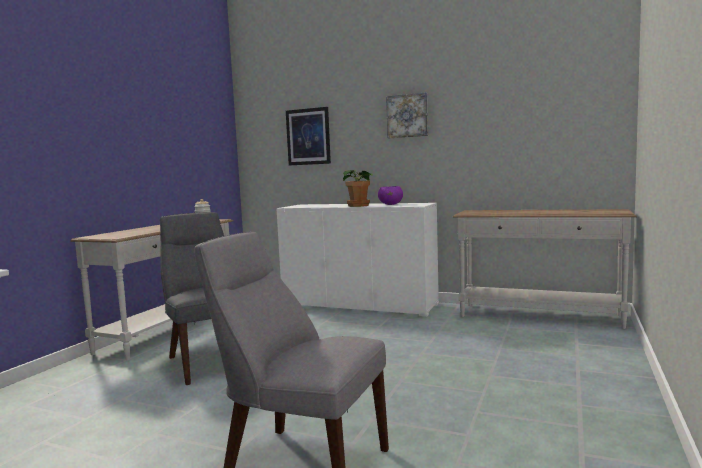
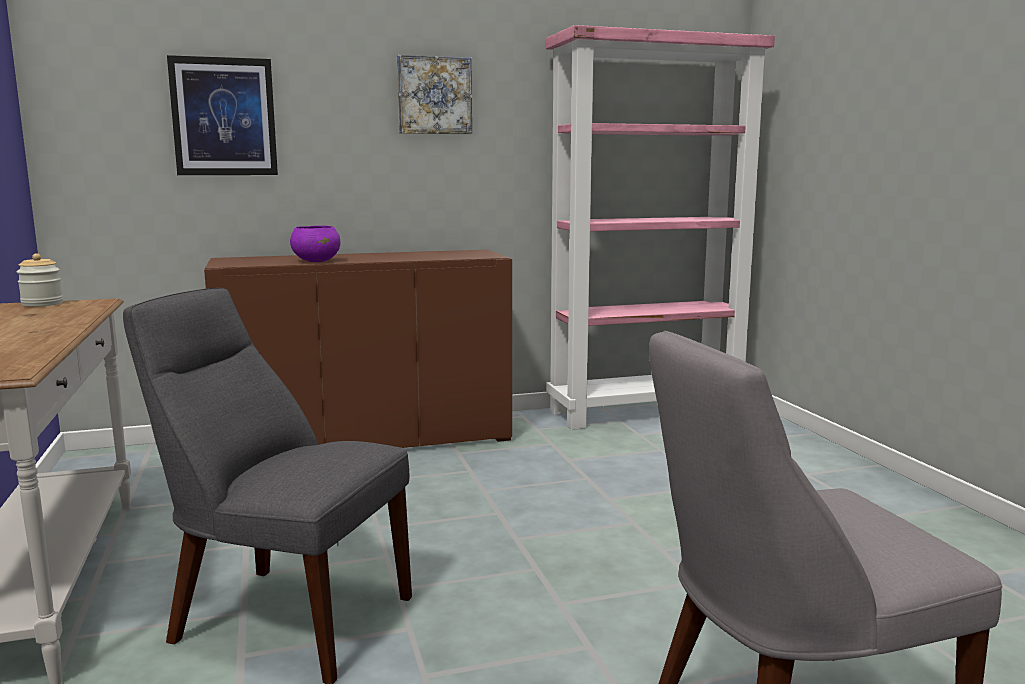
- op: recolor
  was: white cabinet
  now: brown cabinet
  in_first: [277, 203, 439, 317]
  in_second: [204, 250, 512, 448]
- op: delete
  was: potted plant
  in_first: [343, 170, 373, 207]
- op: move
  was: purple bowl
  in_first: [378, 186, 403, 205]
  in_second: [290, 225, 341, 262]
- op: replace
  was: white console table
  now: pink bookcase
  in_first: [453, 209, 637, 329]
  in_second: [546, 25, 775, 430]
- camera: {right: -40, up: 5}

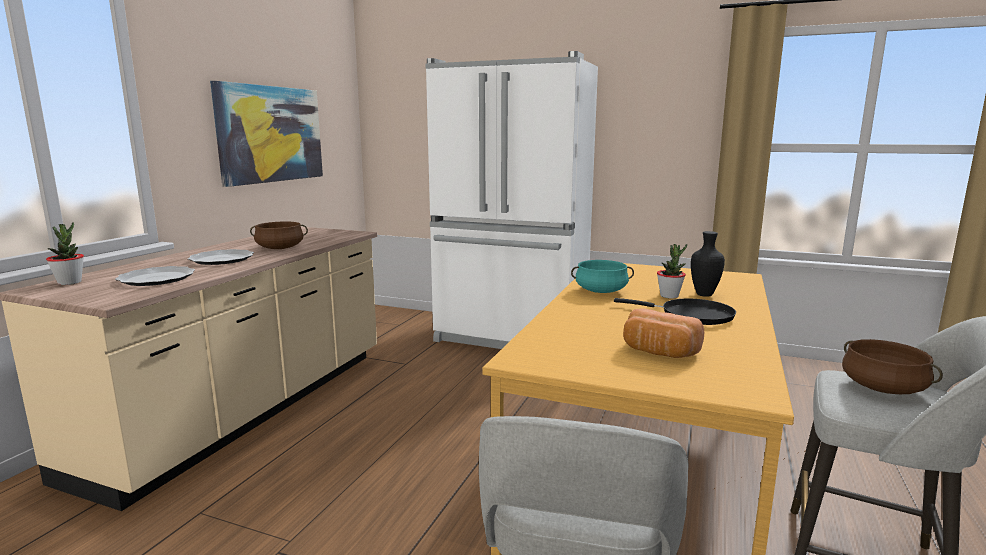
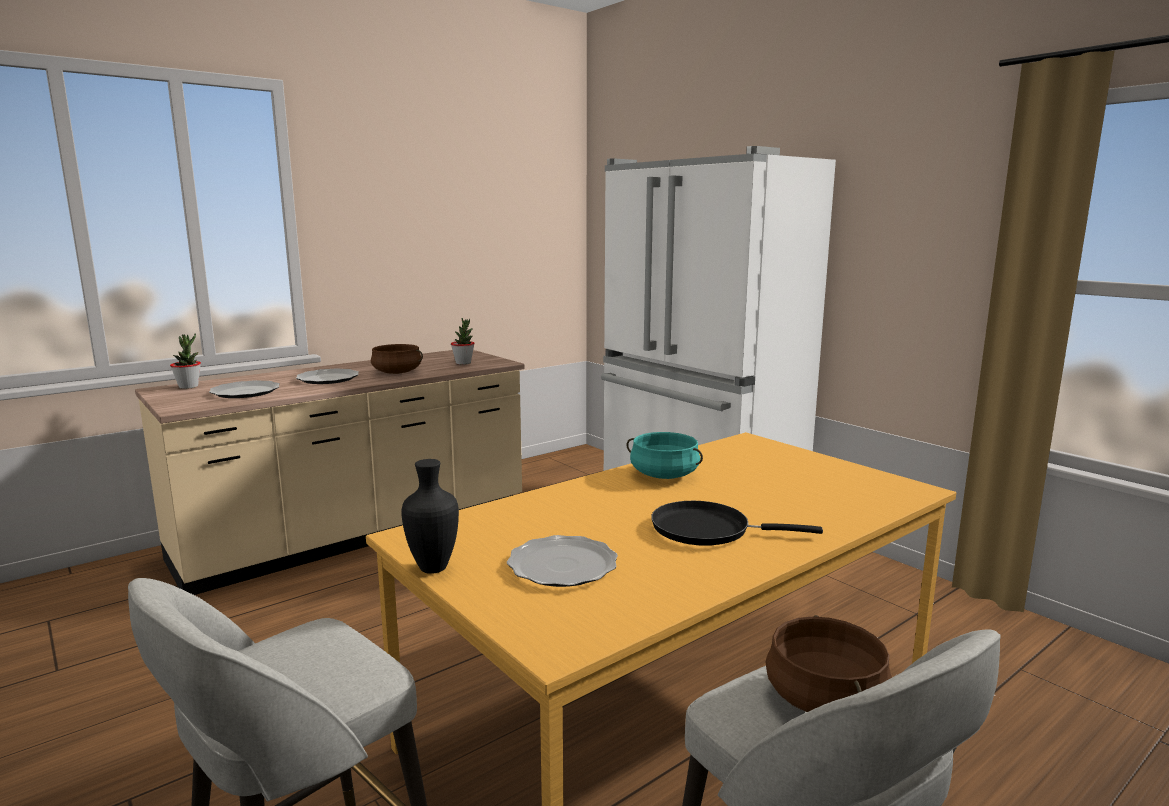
- op: delete
  was: picture
  in_first: [210, 81, 323, 187]
- op: rotate
  was: black frying pan
  in_first: [614, 298, 736, 325]
  in_second: [651, 501, 823, 546]
  clockwise: 135
- op: replace
  was: bread
  now: plate
  in_first: [623, 308, 704, 358]
  in_second: [507, 535, 618, 587]
- op: move
  was: potted plant
  in_first: [657, 244, 687, 299]
  in_second: [451, 318, 475, 365]
- op: move
  was: black vase
  in_first: [691, 231, 725, 297]
  in_second: [402, 459, 459, 574]
- camera: {right: 30, up: 0}

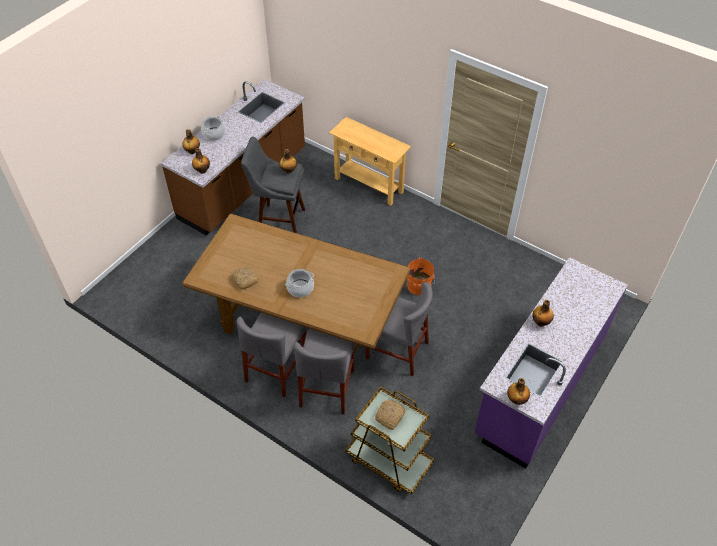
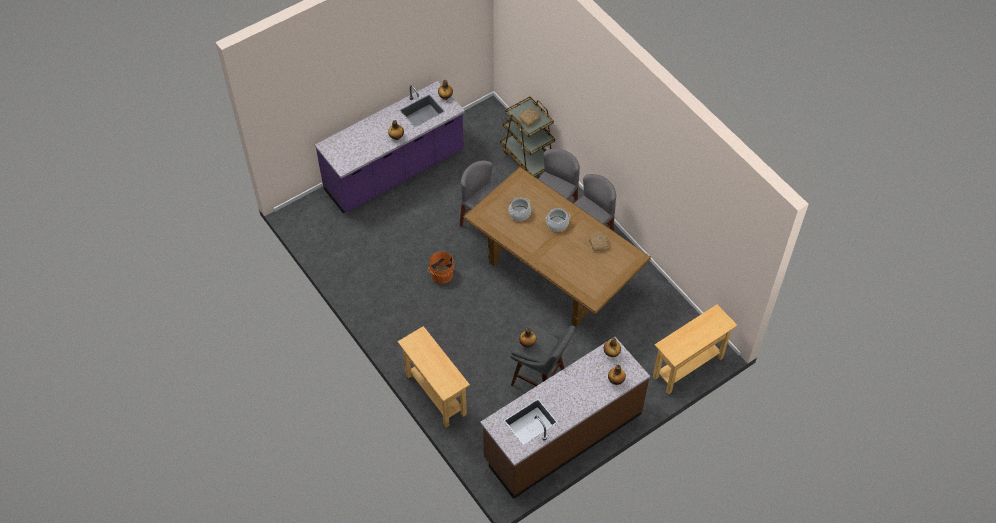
- op: move
  was: cooking pot
  in_first: [201, 116, 226, 141]
  in_second: [509, 197, 531, 221]
- op: insert
  now: beige console table
  in_second: [653, 304, 738, 395]
- camera: {right: -160, up: 5}

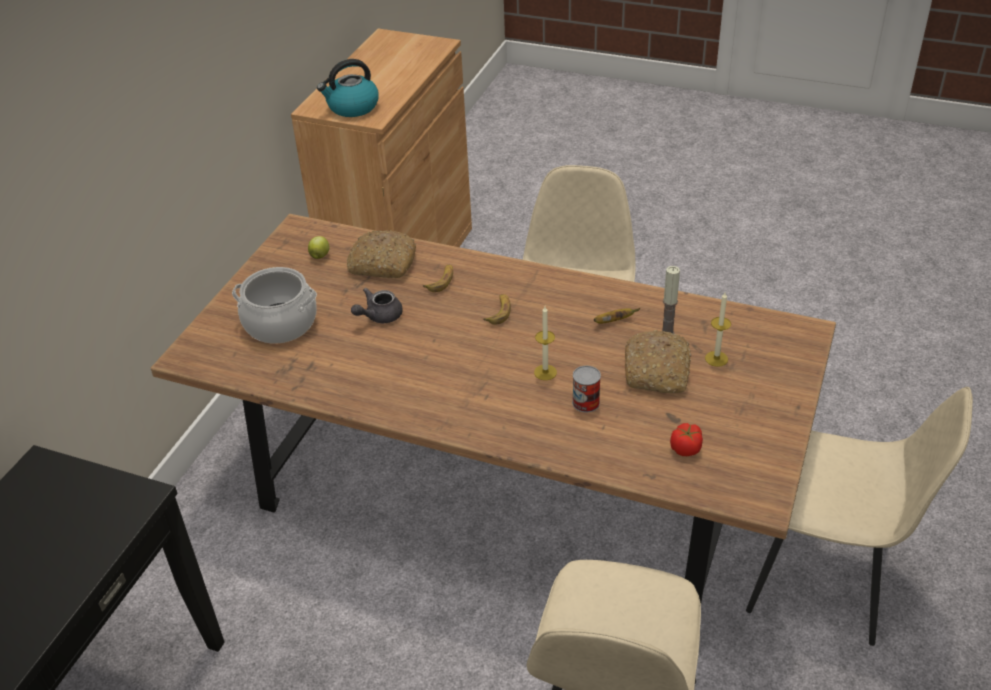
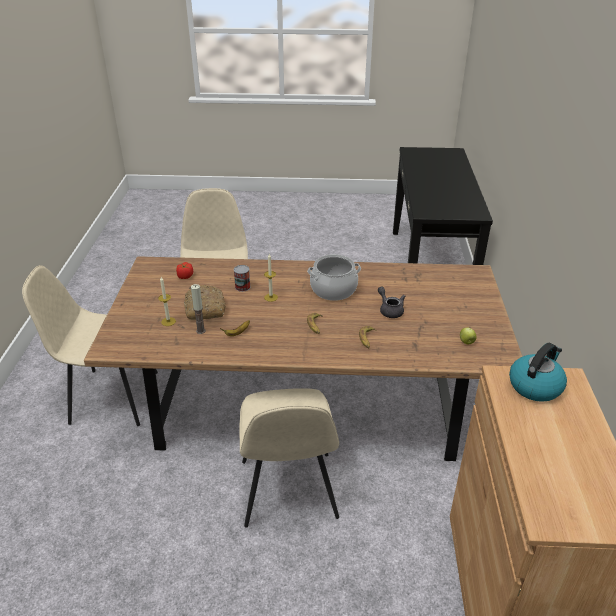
- op: move
  was: cooking pot
  in_first: [232, 267, 317, 344]
  in_second: [307, 254, 361, 301]
- op: delete
  was: bread
  in_first: [347, 230, 416, 278]
- op: rotate
  was: grey teapot
  in_first: [351, 288, 403, 323]
  in_second: [378, 286, 405, 318]
  clockwise: -60
- camera: {right: 160, up: -5}

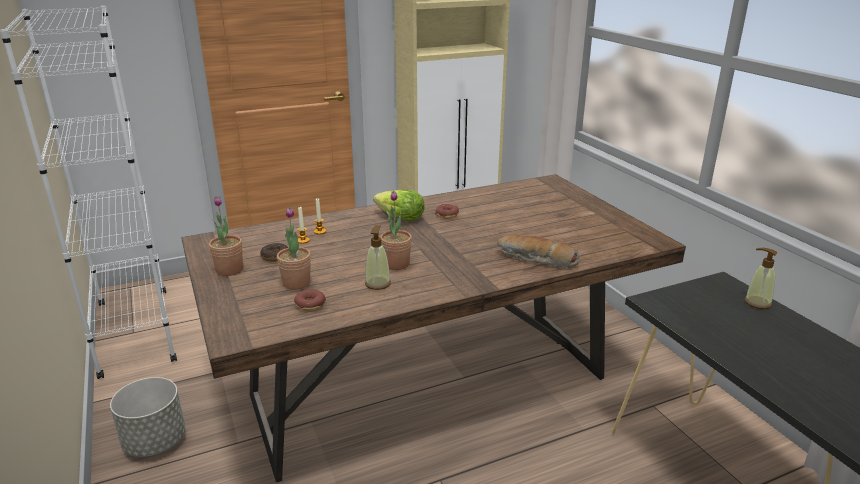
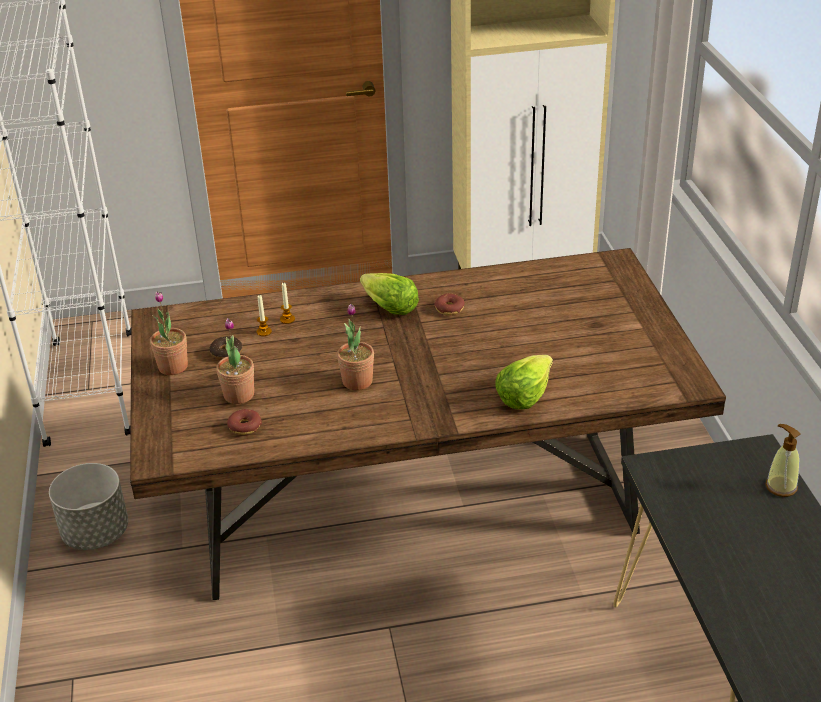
- op: delete
  was: soap dispenser
  in_first: [365, 225, 391, 290]
- op: replace
  was: bread
  now: lettuce
  in_first: [497, 234, 580, 268]
  in_second: [495, 355, 553, 410]
- camera: {right: 15, up: 10}

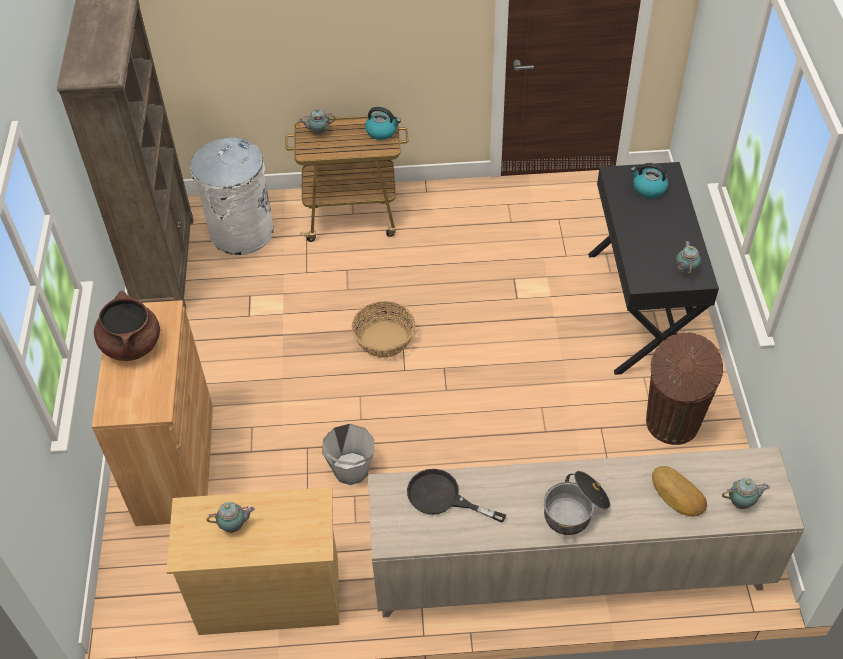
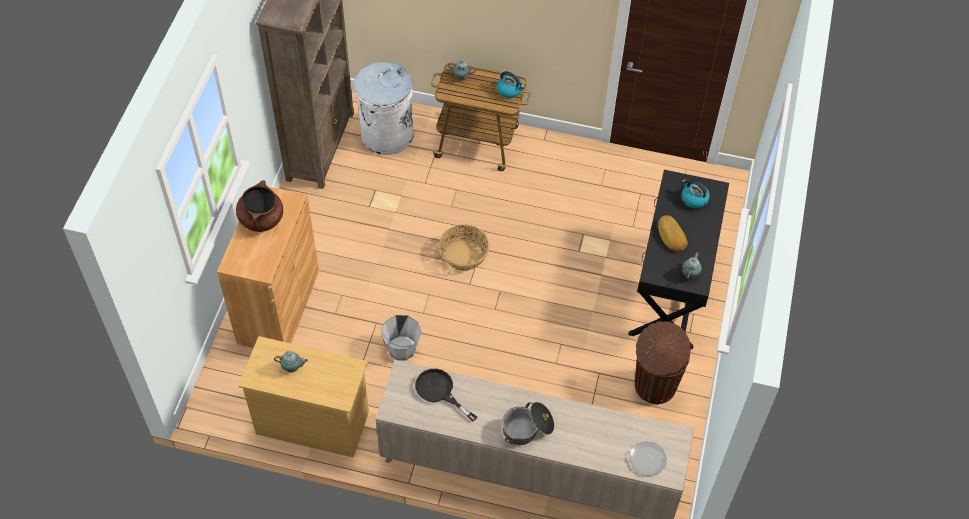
- op: move
  was: bread
  in_first: [652, 466, 707, 517]
  in_second: [658, 215, 688, 251]
- op: replace
  was: teapot
  now: plate
  in_first: [722, 478, 770, 509]
  in_second: [629, 441, 667, 476]
- camera: {right: 15, up: 5}

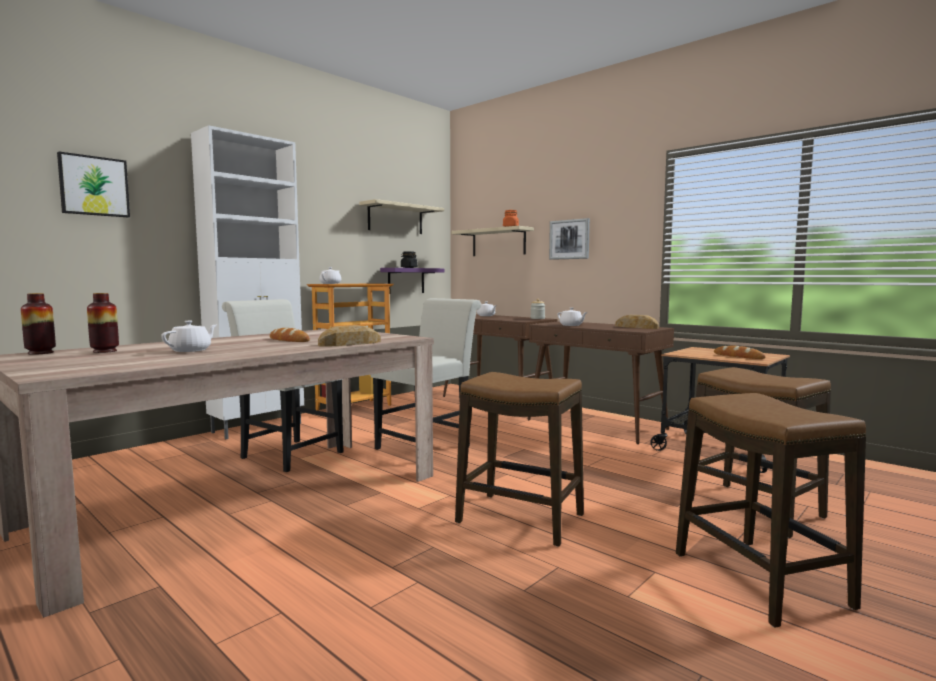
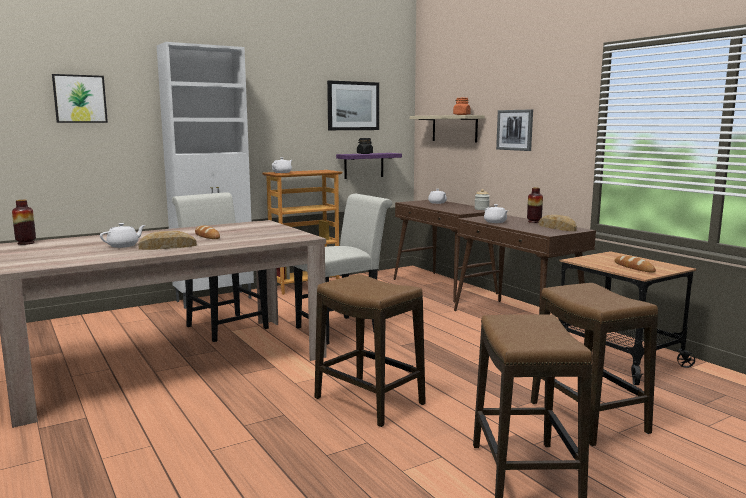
- op: move
  was: vase
  in_first: [87, 293, 119, 353]
  in_second: [527, 188, 543, 223]
- op: move
  was: bread
  in_first: [318, 325, 381, 347]
  in_second: [138, 231, 197, 250]
- op: replace
  was: beige shelf
  now: picture
  in_first: [359, 199, 444, 234]
  in_second: [327, 80, 379, 130]
- camera: {right: 15, up: 5}

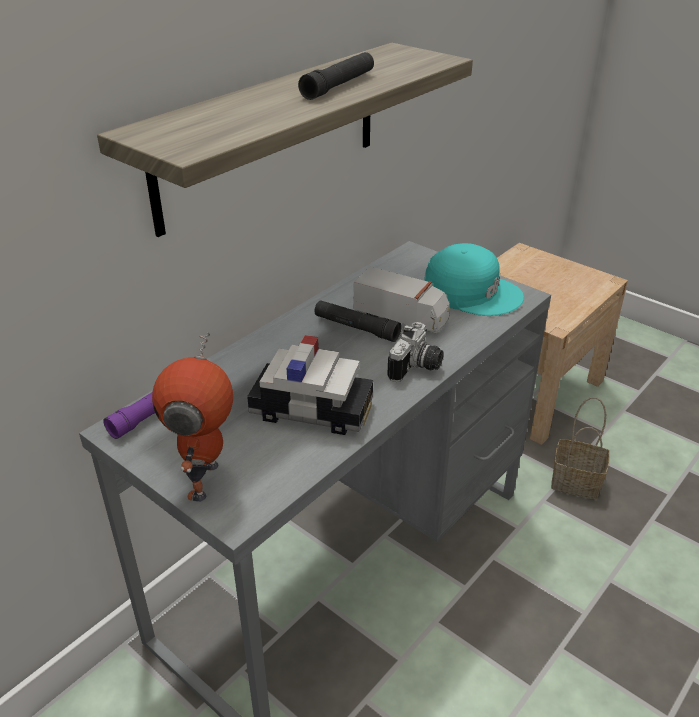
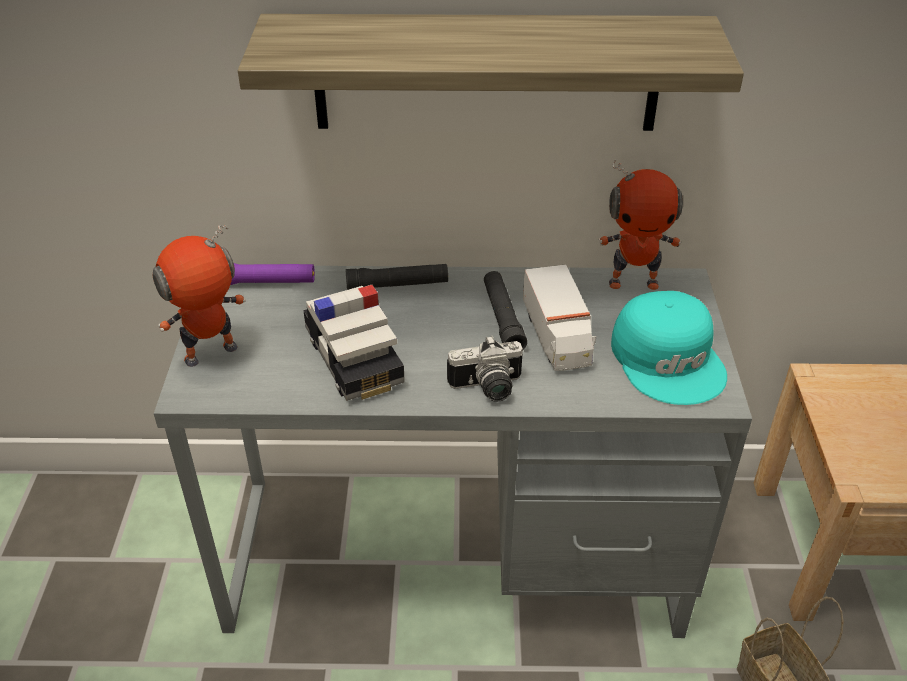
- op: move
  was: black flashlight
  in_first: [298, 52, 374, 100]
  in_second: [345, 264, 448, 290]
- op: insert
  now: toy robot
  in_second: [598, 160, 683, 290]
- camera: {right: 50, up: 5}

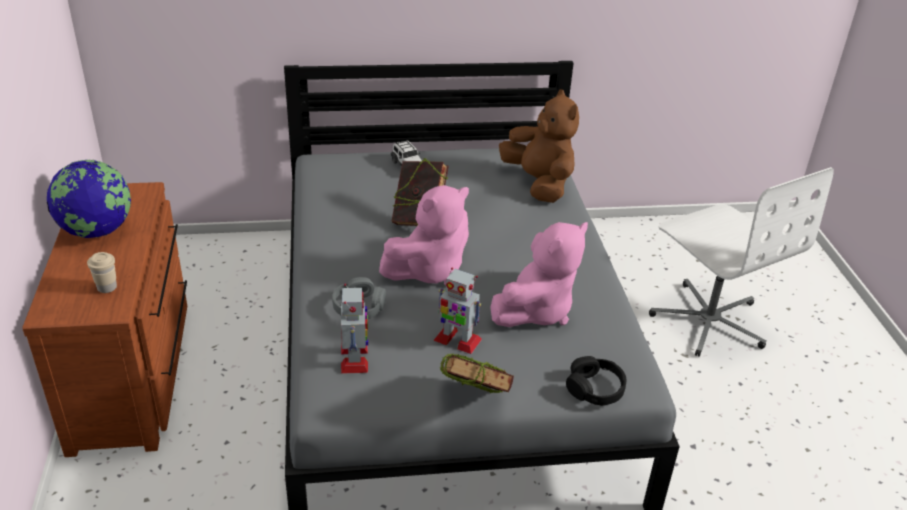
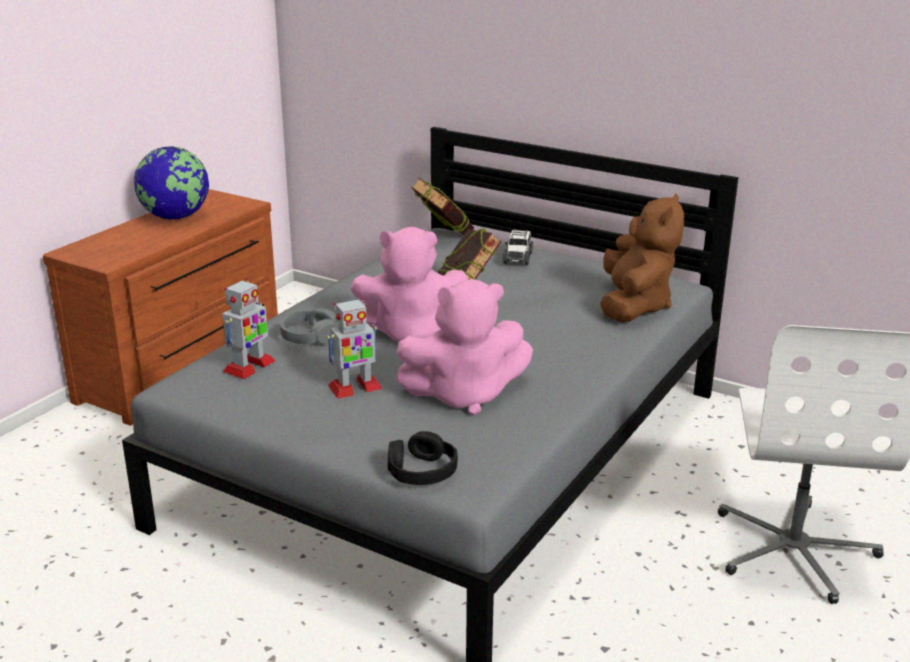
- op: delete
  was: beige cup
  in_first: [87, 252, 117, 293]
- op: rotate
  was: toy robot
  in_first: [434, 267, 482, 354]
  in_second: [327, 297, 383, 399]
  clockwise: -90
- op: move
  was: book
  in_first: [440, 354, 514, 394]
  in_second: [411, 178, 474, 235]
- camera: {right: 40, up: -10}

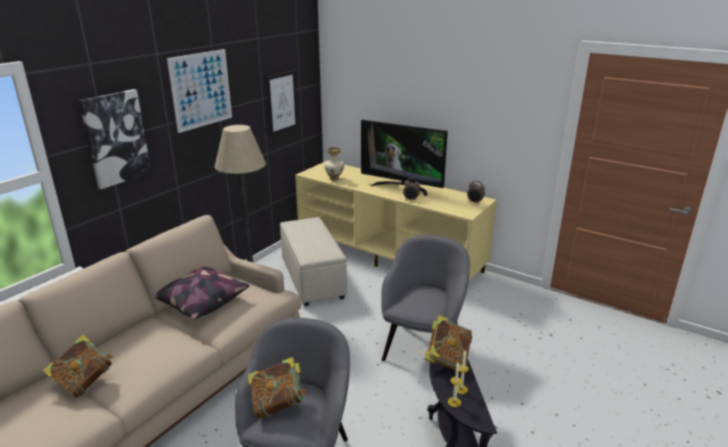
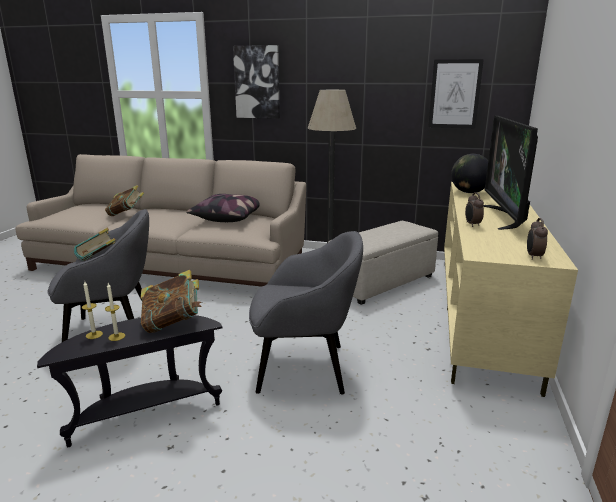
- op: delete
  was: picture
  in_first: [167, 49, 232, 133]
- op: replace
  was: vase
  now: globe
  in_first: [324, 147, 344, 180]
  in_second: [451, 154, 488, 193]
- camera: {right: 70, up: -5}

